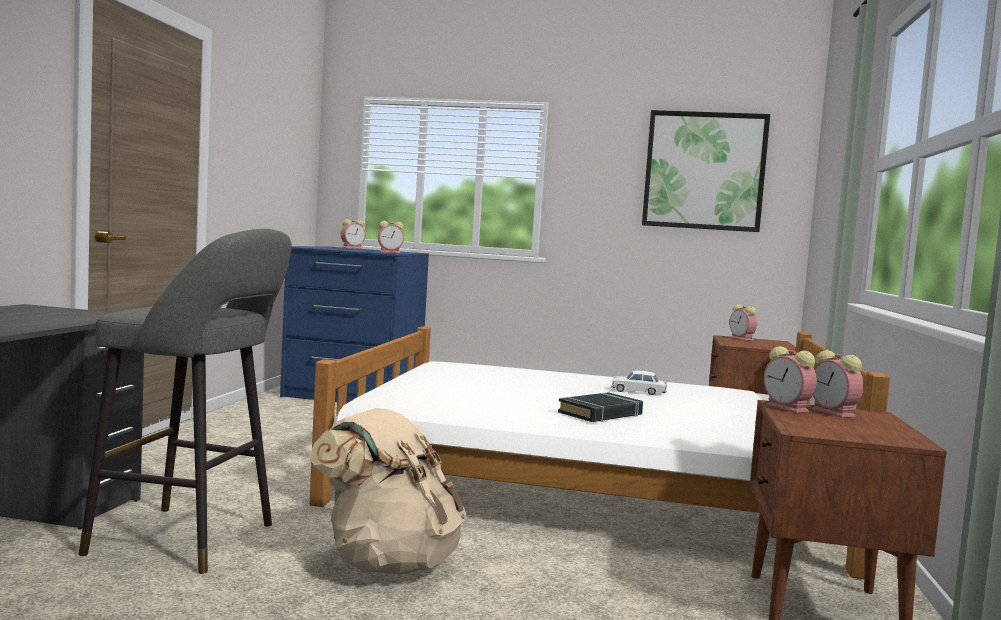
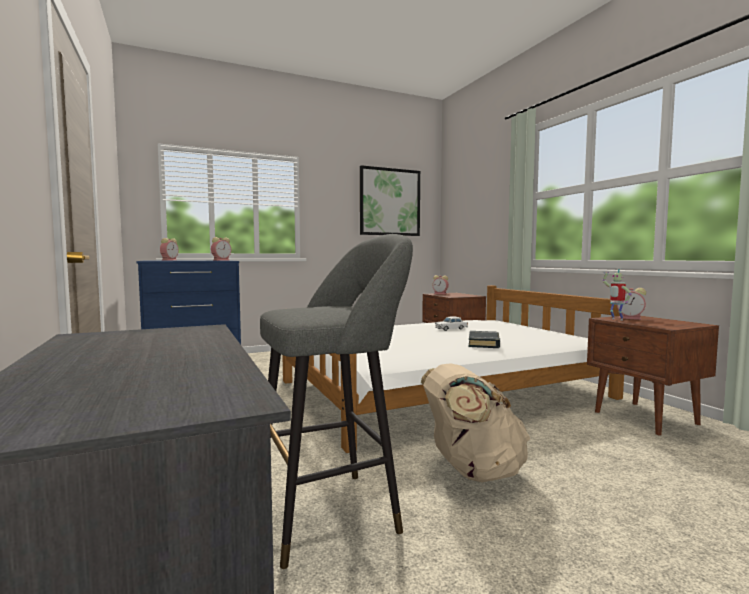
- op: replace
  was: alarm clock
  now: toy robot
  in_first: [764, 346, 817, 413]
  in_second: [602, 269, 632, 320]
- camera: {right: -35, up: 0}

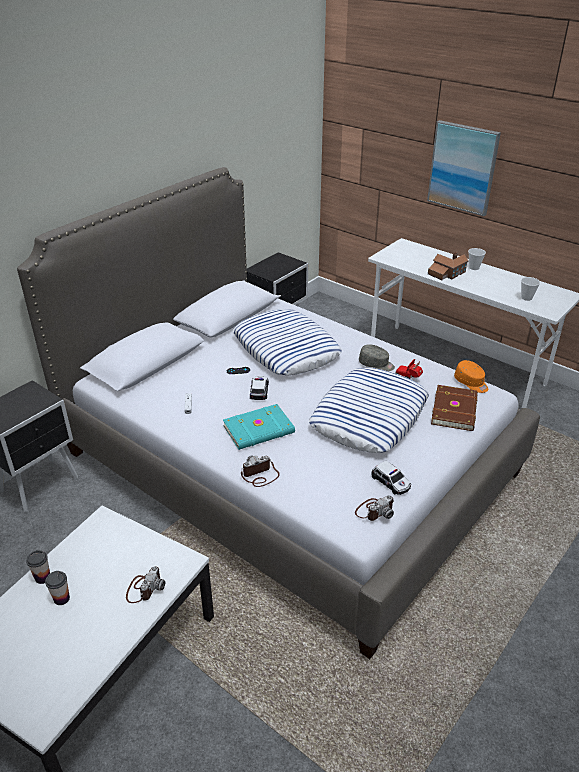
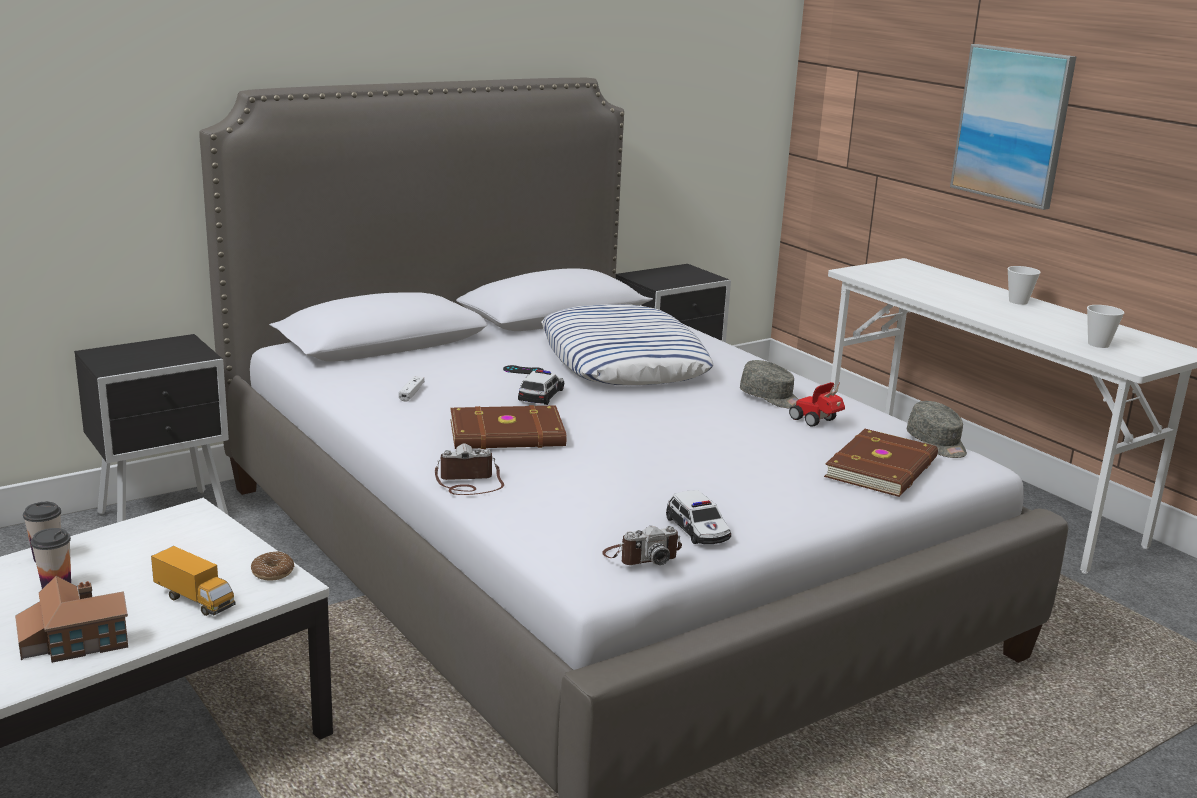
- op: replace
  was: photo camera
  now: toy truck
  in_first: [126, 566, 166, 603]
  in_second: [151, 546, 236, 616]
- op: recolor
  was: turquoise book
  now: brown book
  in_first: [223, 404, 295, 450]
  in_second: [450, 405, 566, 449]
- op: delete
  was: pillow
  in_first: [309, 368, 429, 453]
- op: move
  was: toy house
  in_first: [428, 252, 469, 280]
  in_second: [15, 576, 128, 663]
- op: recolor
  was: orange cap
  now: grey cap
  in_first: [454, 360, 489, 393]
  in_second: [907, 401, 967, 458]
- op: insert
  now: donut
  in_second: [251, 551, 295, 581]
- camera: {right: 15, up: -15}

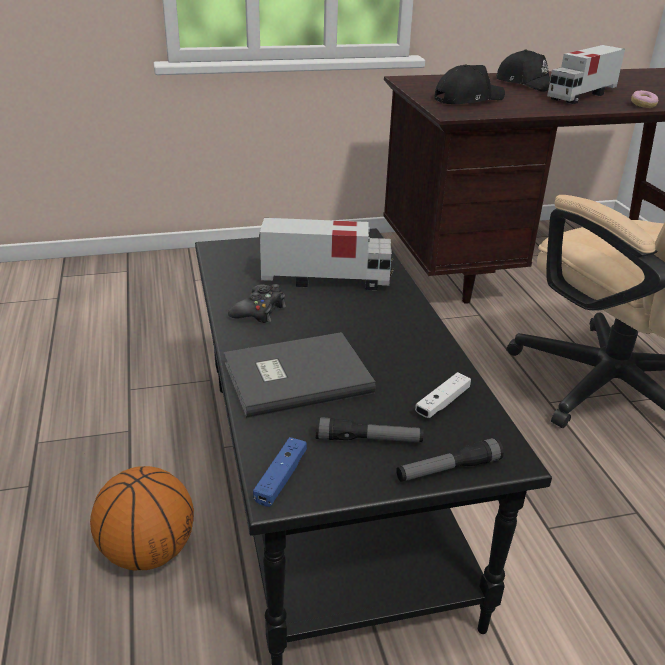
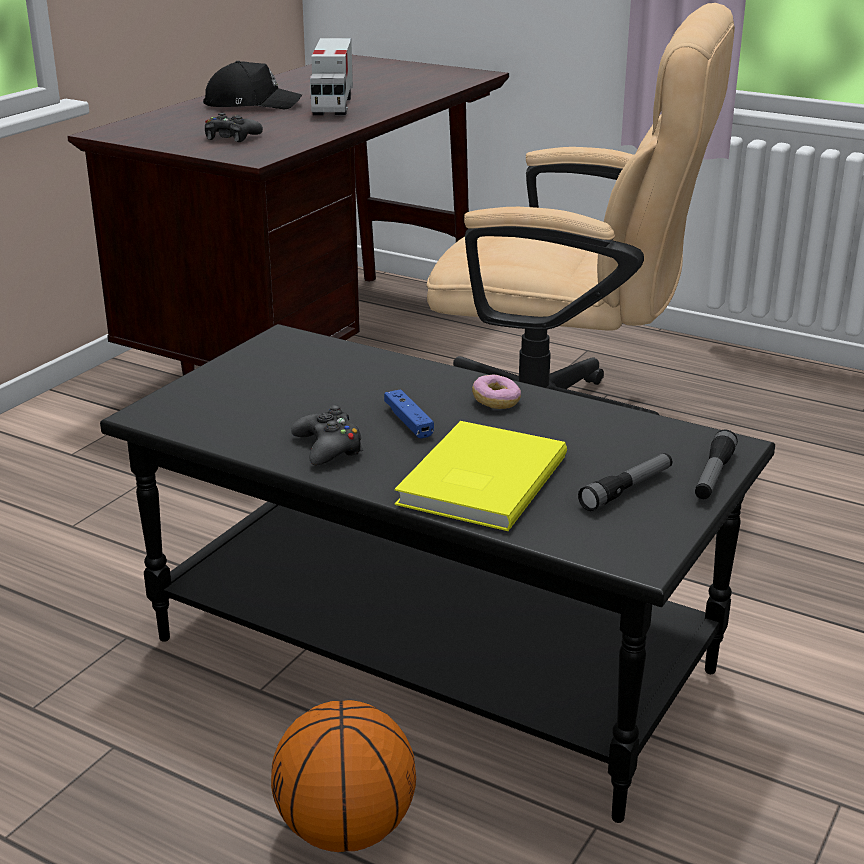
- op: recolor
  was: grey book
  now: yellow book
  in_first: [224, 332, 376, 419]
  in_second: [395, 421, 567, 531]
- op: move
  was: blue game controller
  in_first: [253, 437, 307, 507]
  in_second: [384, 389, 434, 438]
- op: delete
  was: toy truck
  in_first: [259, 218, 394, 290]
- op: delete
  was: white game controller
  in_first: [415, 372, 471, 418]
- op: replace
  was: black cap
  now: black game controller
  in_first: [435, 65, 505, 104]
  in_second: [205, 113, 263, 142]
- op: move
  was: donut
  in_first: [631, 90, 658, 108]
  in_second: [472, 375, 521, 409]
- camera: {right: -45, up: -5}

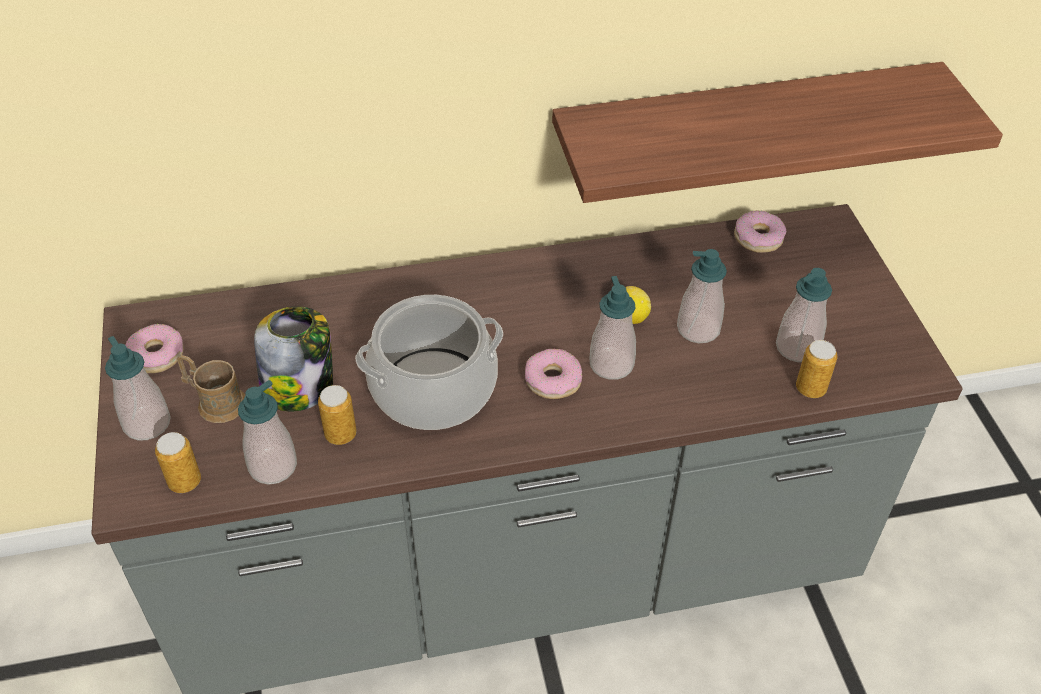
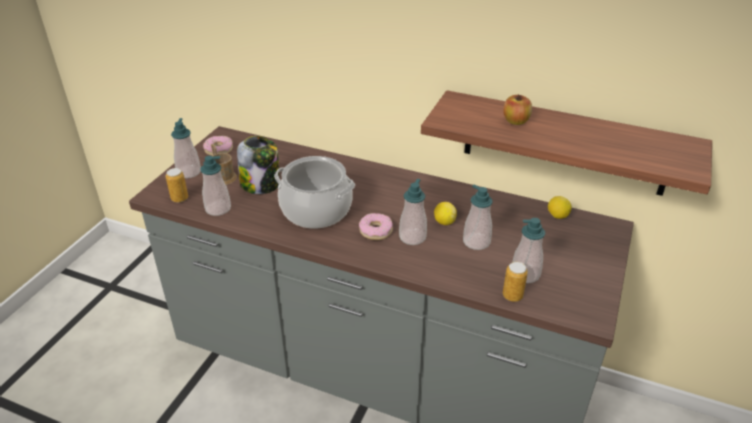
- op: delete
  was: can
  in_first: [318, 385, 357, 445]
- op: replace
  was: donut
  now: lemon
  in_first: [734, 210, 786, 253]
  in_second: [548, 196, 572, 219]
- op: insert
  now: apple
  in_second: [503, 94, 532, 125]
- camera: {right: 35, up: -10}

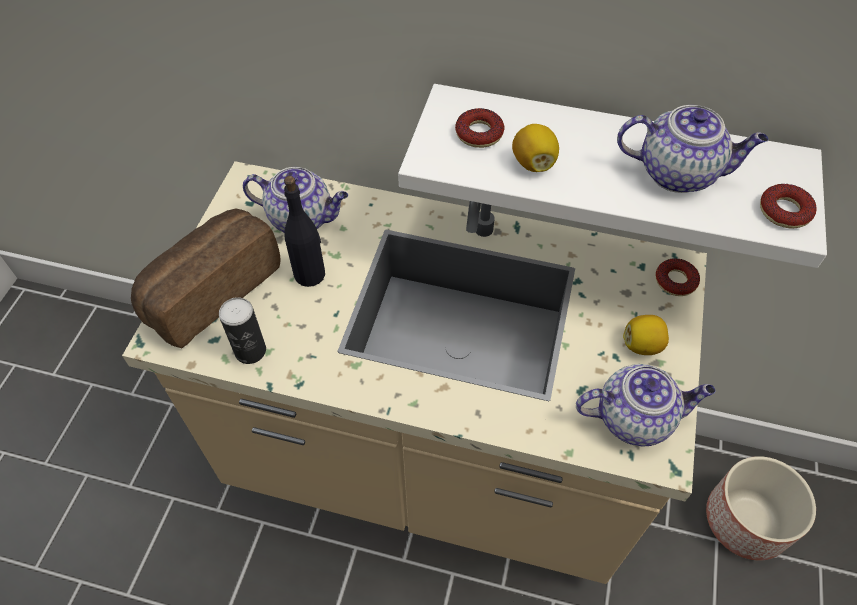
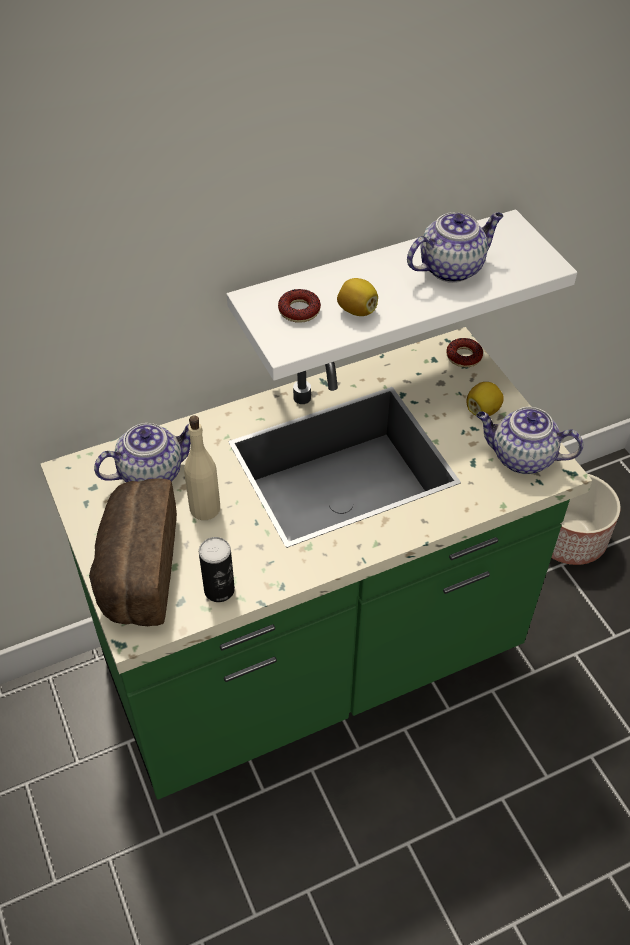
- op: recolor
  was: beige counter
  now: green counter
  in_first: [122, 161, 707, 584]
  in_second: [41, 327, 592, 800]
- op: recolor
  was: black bottle
  now: beige bottle
  in_first: [284, 176, 325, 287]
  in_second: [184, 415, 220, 520]
- op: rotate
  was: teapot
  in_first: [576, 364, 716, 447]
  in_second: [476, 407, 583, 474]
  clockwise: -120
- op: delete
  was: donut
  in_first: [760, 184, 817, 228]
- camera: {right: -40, up: -5}

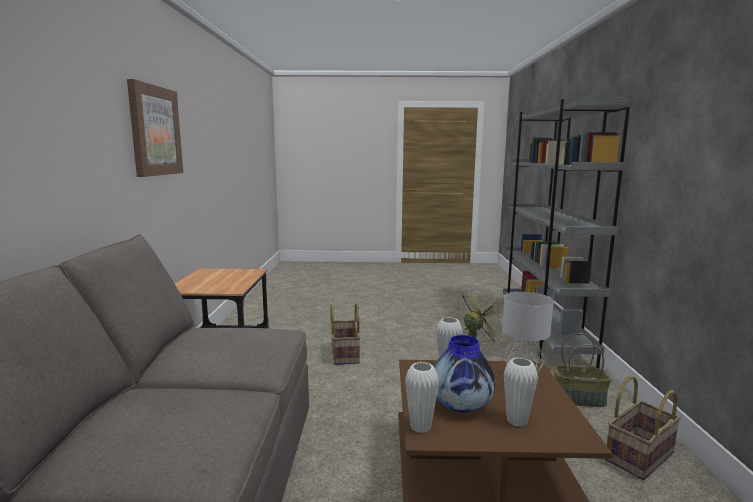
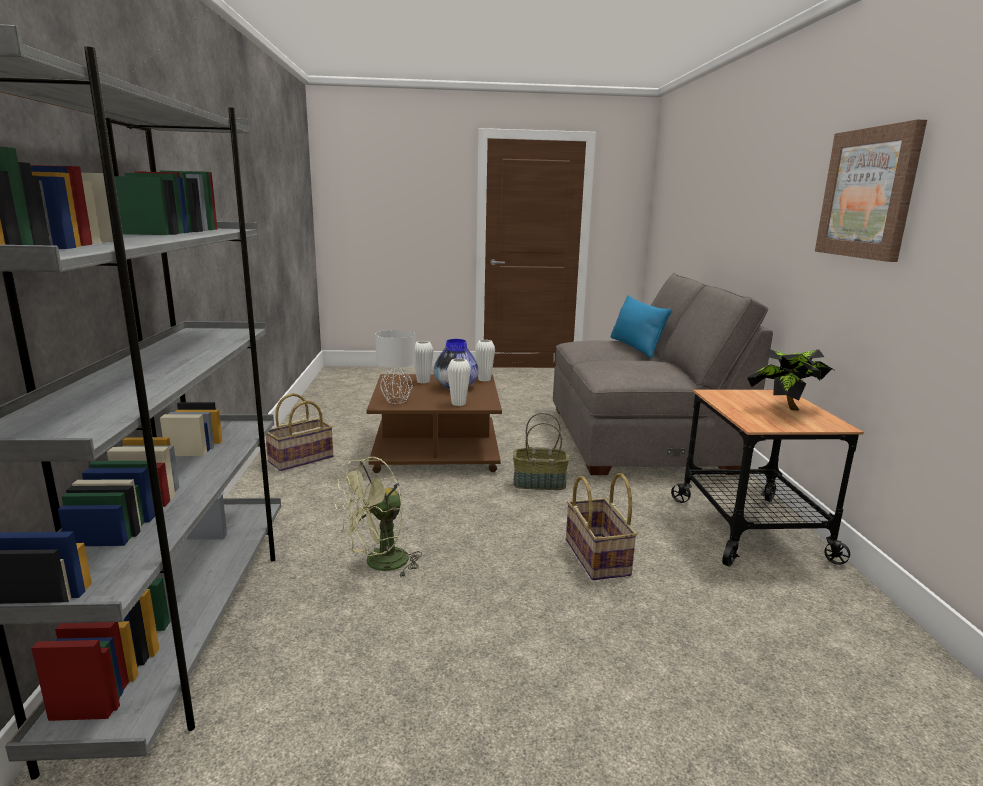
- op: move
  was: basket
  in_first: [553, 333, 611, 407]
  in_second: [513, 413, 569, 490]
- op: insert
  now: blue pillow
  in_second: [611, 295, 672, 358]
- op: insert
  now: potted plant
  in_second: [747, 349, 836, 411]
- camera: {right: 175, up: 5}

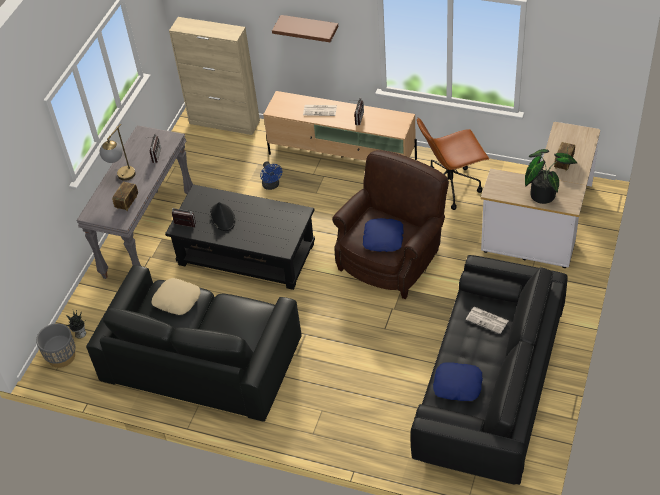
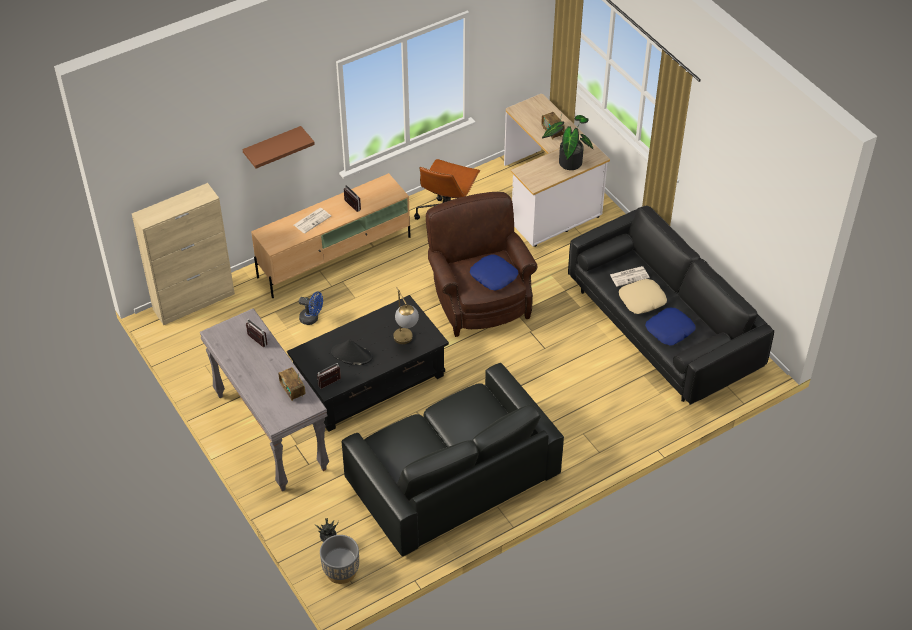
- op: move
  was: table lamp
  in_first: [100, 124, 135, 181]
  in_second: [393, 287, 419, 344]
- op: move
  was: beige pillow
  in_first: [151, 278, 201, 315]
  in_second: [619, 279, 667, 314]
- camera: {right: -55, up: 0}

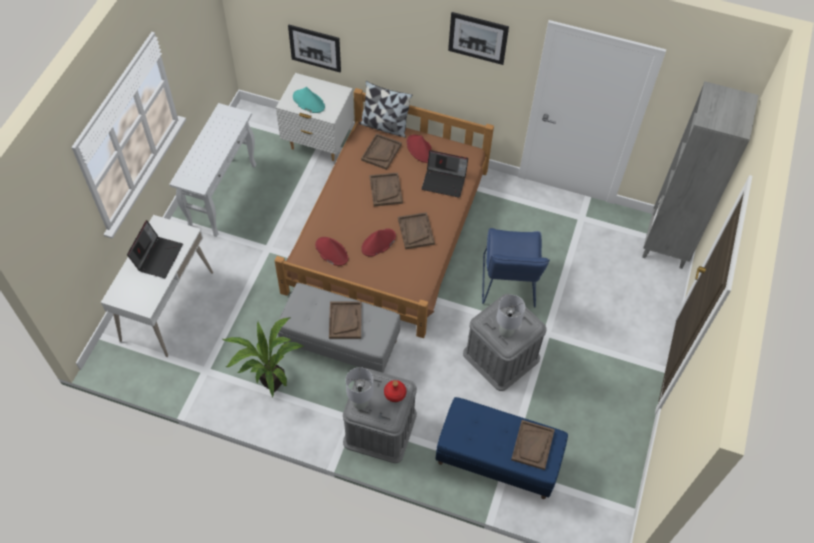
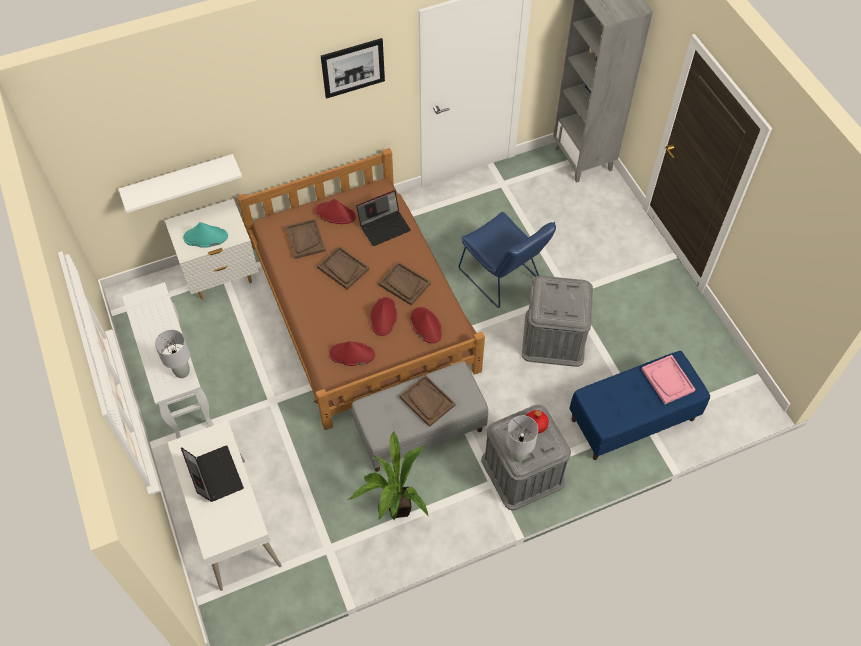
- op: replace
  was: picture
  now: white shelf
  in_first: [288, 25, 341, 73]
  in_second: [119, 154, 242, 213]
- op: delete
  was: pillow
  in_first: [359, 81, 412, 138]
- op: move
  was: grey table lamp
  in_first: [497, 295, 525, 338]
  in_second: [155, 330, 190, 378]
- op: recolor
  was: brown tray
  now: pink tray
  in_first: [511, 420, 555, 470]
  in_second: [642, 355, 696, 404]
- op: insert
  now: red hat
  in_second: [411, 307, 442, 343]
- camera: {right: -40, up: 0}

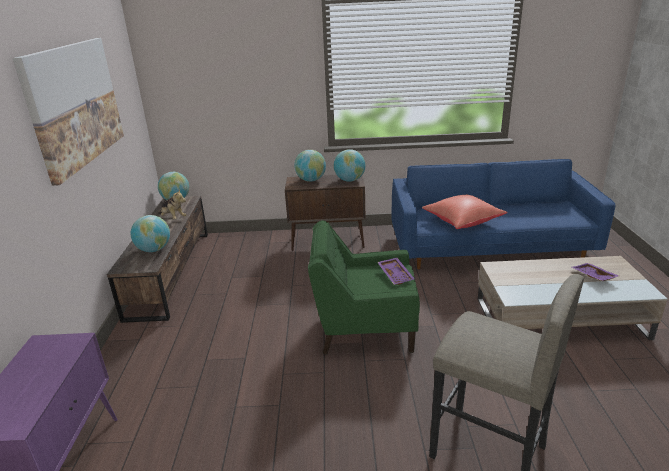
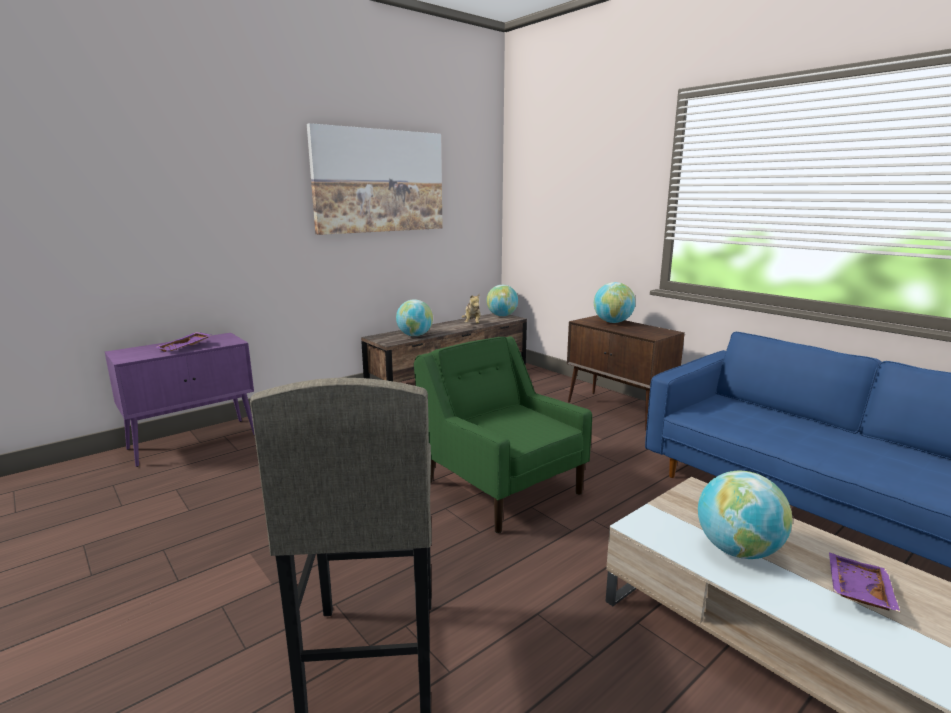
- op: move
  was: globe
  in_first: [334, 149, 365, 182]
  in_second: [698, 471, 792, 559]
- op: move
  was: purple tray
  in_first: [377, 258, 415, 285]
  in_second: [156, 332, 211, 352]
- op: delete
  was: red pillow
  in_first: [422, 194, 507, 229]
- camera: {right: 50, up: -10}

